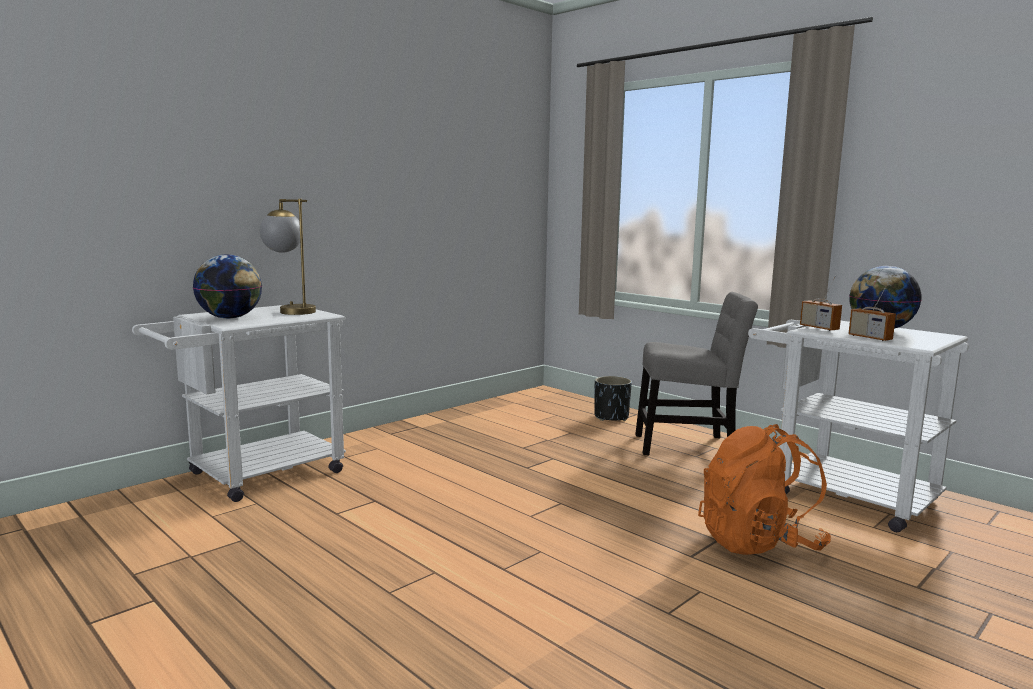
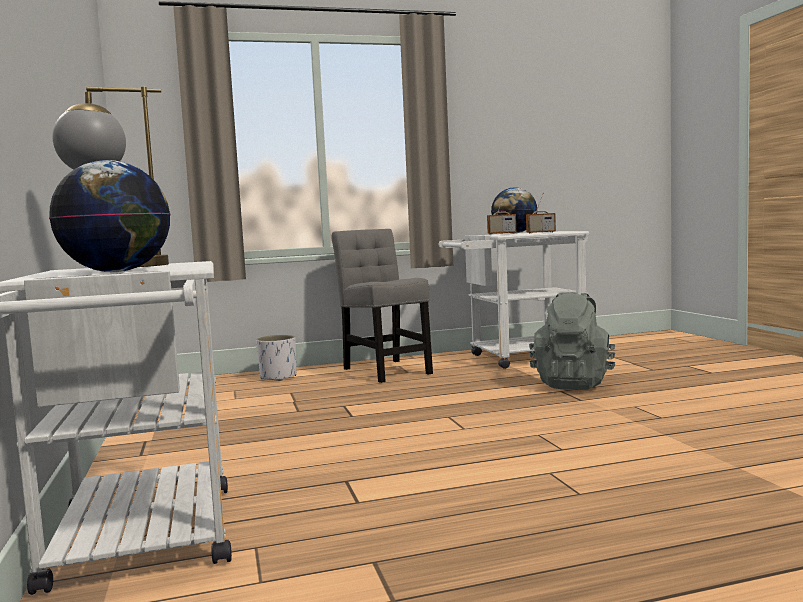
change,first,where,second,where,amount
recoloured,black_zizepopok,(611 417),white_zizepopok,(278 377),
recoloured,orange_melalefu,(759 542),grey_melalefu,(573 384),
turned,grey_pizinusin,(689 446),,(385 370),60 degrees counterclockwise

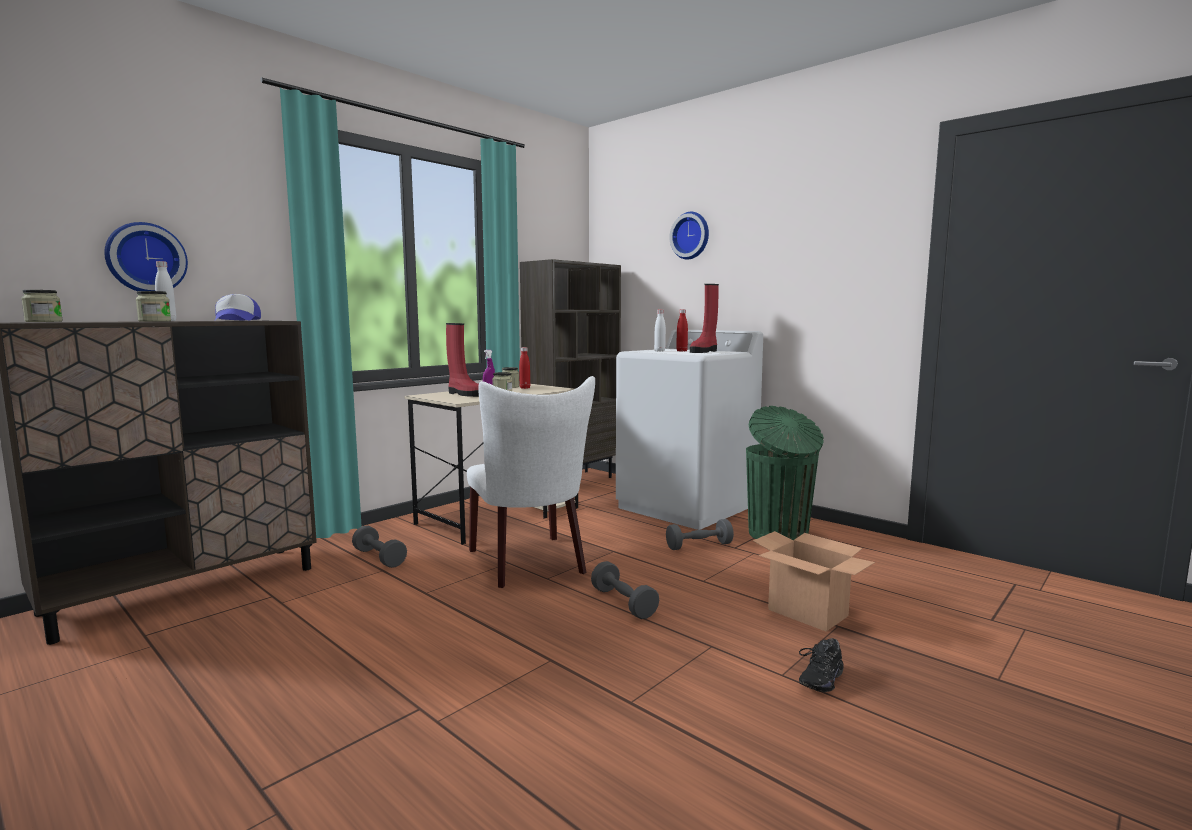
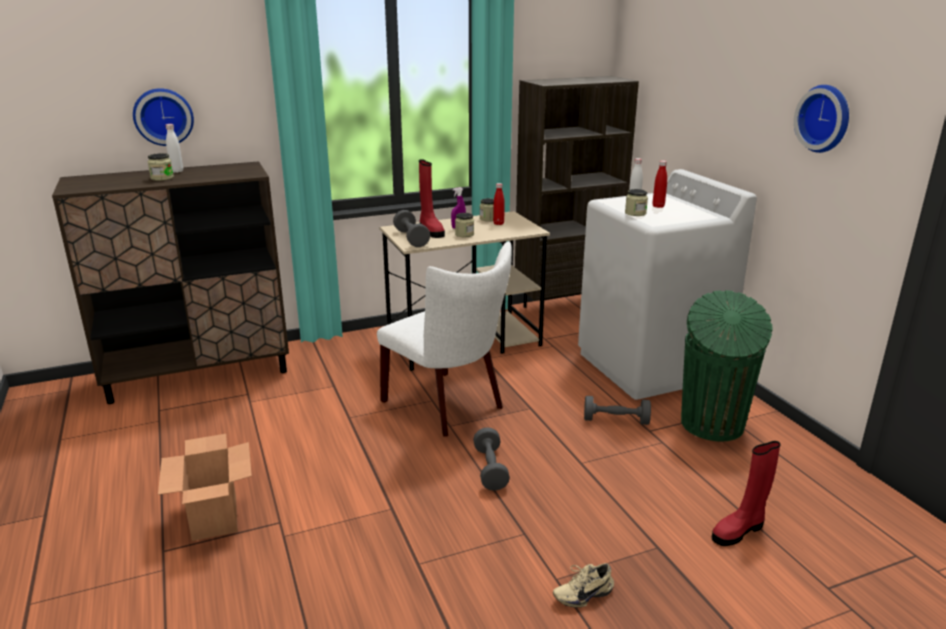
change,first,where,second,where,amount
removed,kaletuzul,(237 320),,,
moved,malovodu,(44 321),,(635 213),
moved,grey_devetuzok,(379 558),,(411 238),
moved,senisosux,(691 236),,(825 118),
moved,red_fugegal,(704 351),,(739 531),
moved,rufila,(808 613),,(215 517),
recoloured,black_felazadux,(818 679),beige_felazadux,(582 593),
turned,white_pizinusin,(530 564),,(448 406),45 degrees counterclockwise

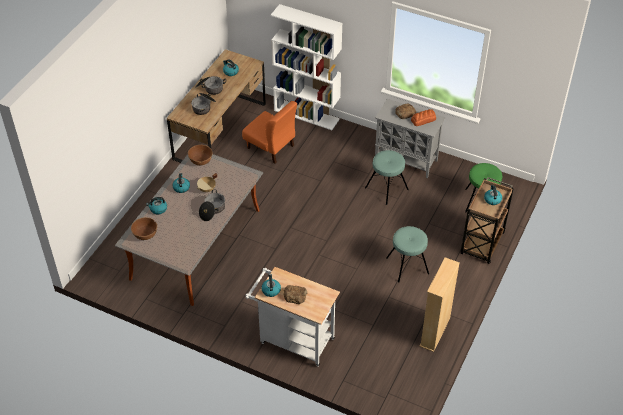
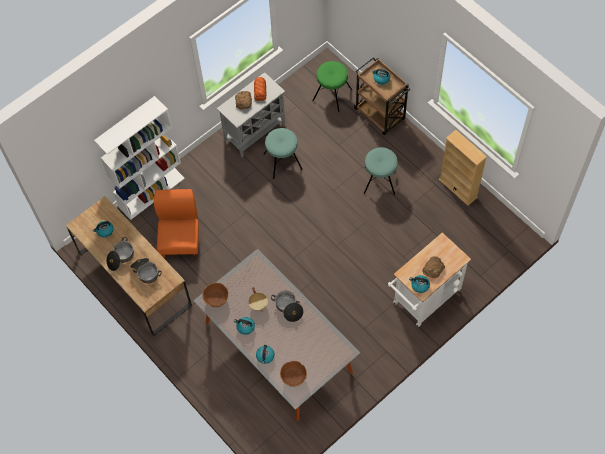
change,first,where,second,where,amount
turned,orange_pizinusin,(271 147),,(181 240),60 degrees counterclockwise

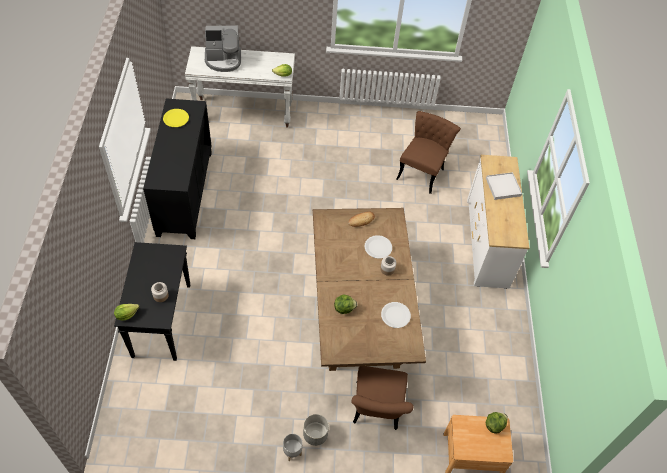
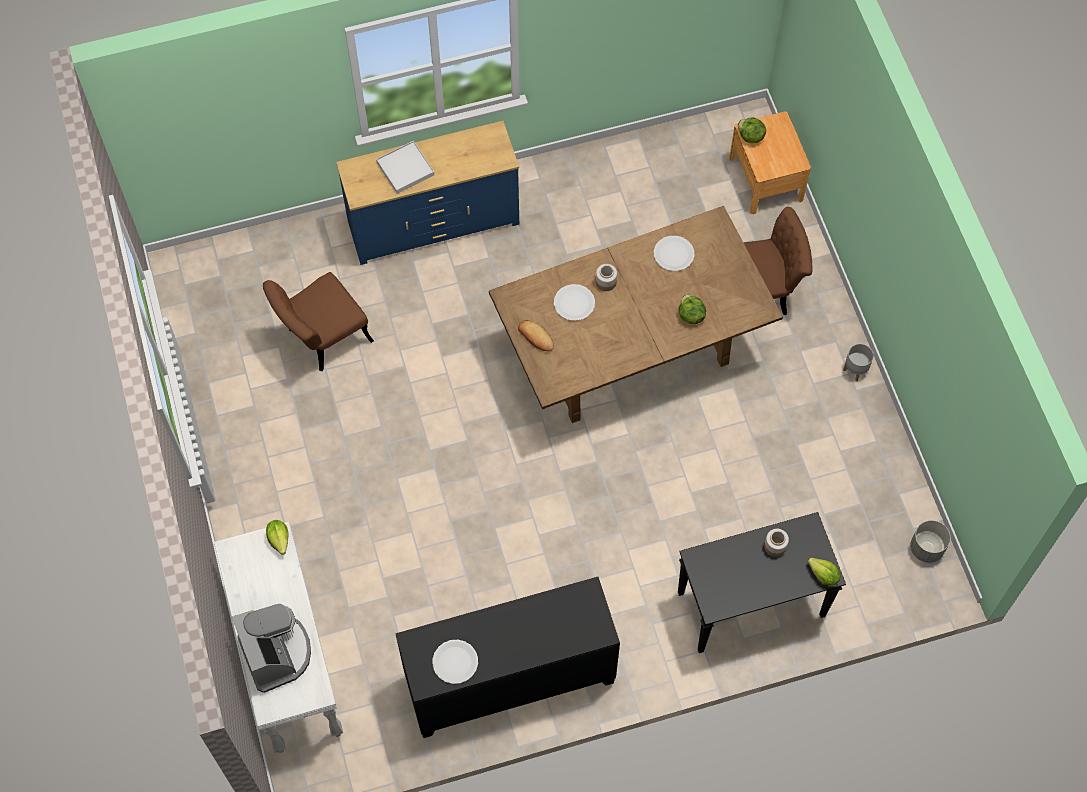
change,first,where,second,where,amount
moved,grey_zizepopok,(315 434),,(926 548),
recoloured,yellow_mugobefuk,(176 118),white_mugobefuk,(455 662),
recoloured,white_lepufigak,(487 242),blue_lepufigak,(433 222),
turned,brown_pizinusin,(422 170),,(322 339),45 degrees counterclockwise

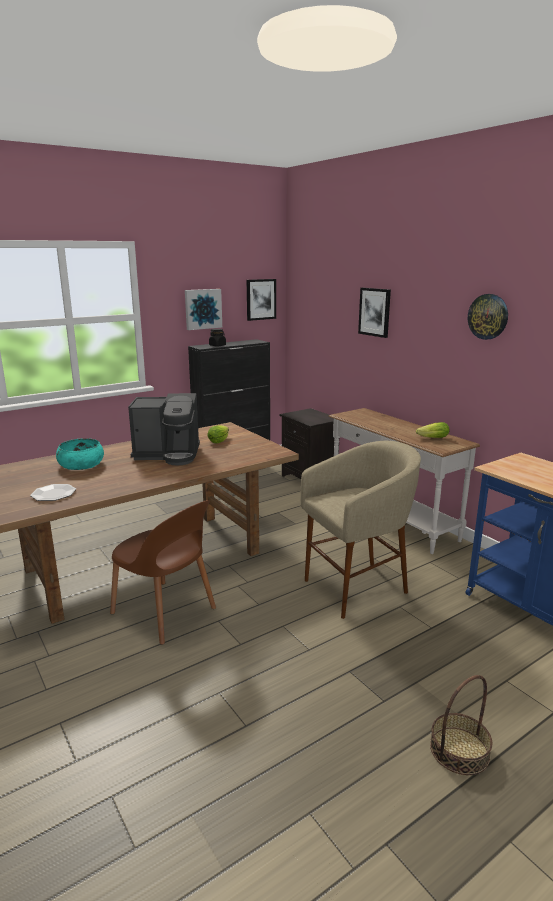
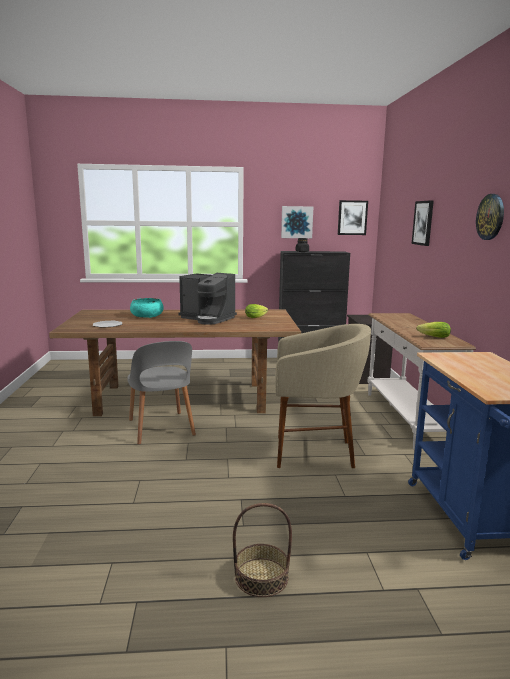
change,first,where,second,where,amount
recoloured,brown_pizinusin,(165 612),grey_pizinusin,(161 428),

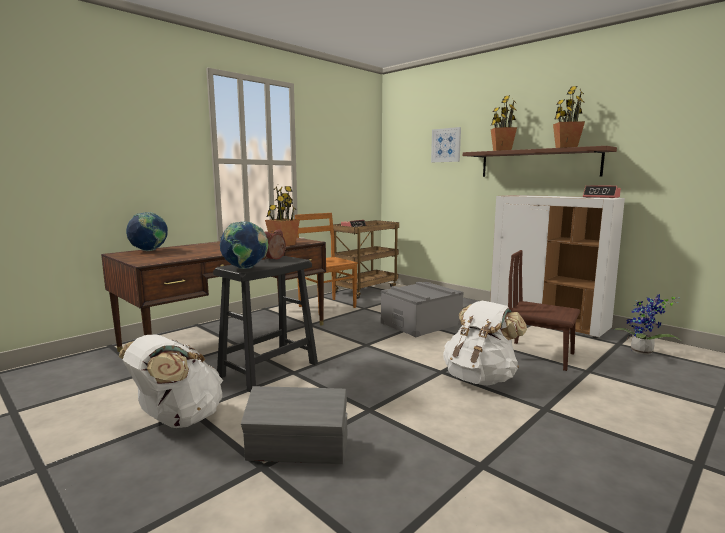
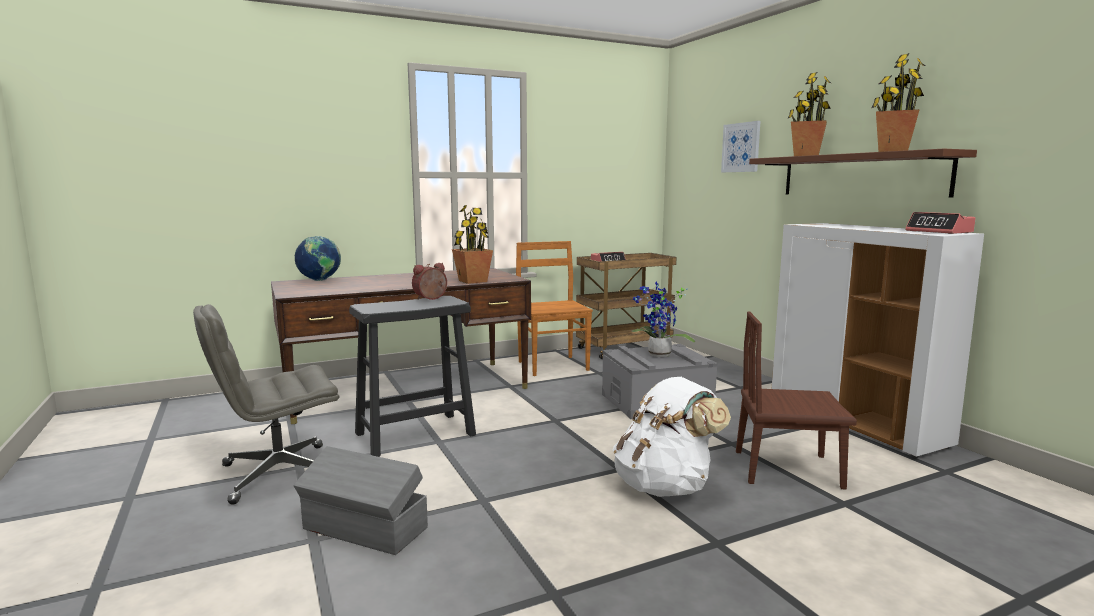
change,first,where,second,where,amount
removed,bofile,(245 268),,,
moved,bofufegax,(642 353),,(658 355),
replaced,white_melalefu,(177 420),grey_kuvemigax,(278 474),
turned,brown_pizinusin,(539 355),,(787 469),45 degrees counterclockwise

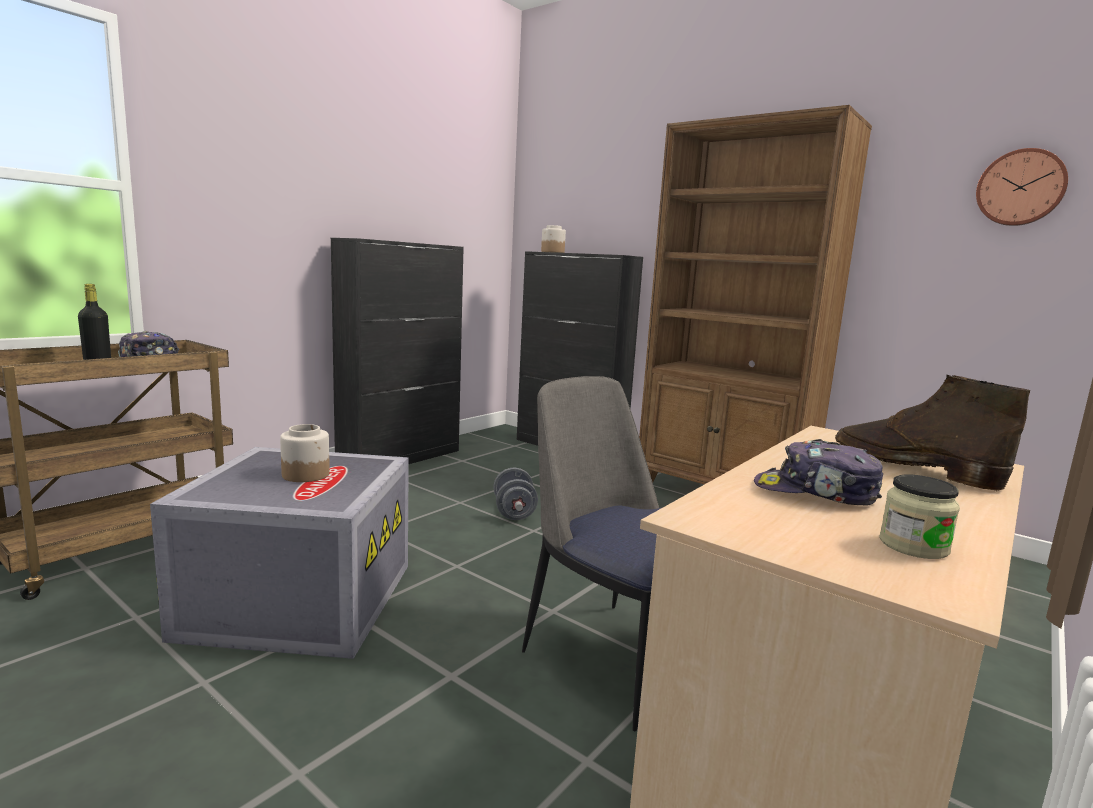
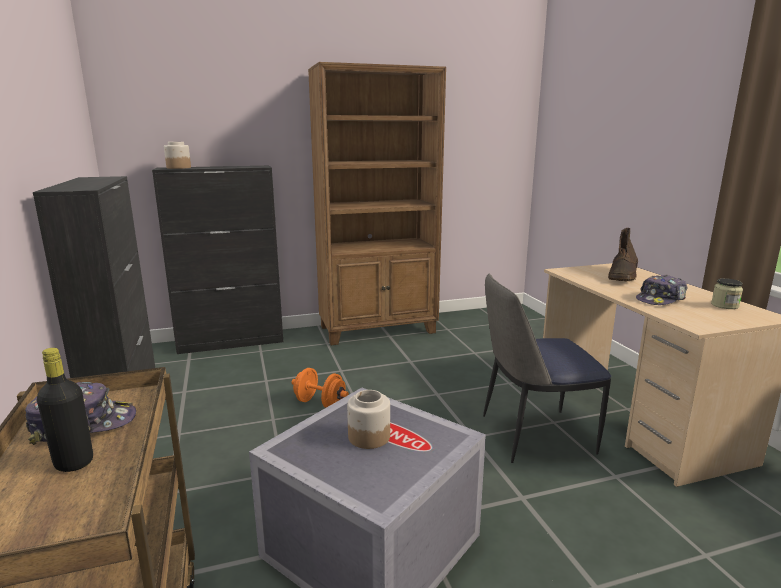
change,first,where,second,where,amount
removed,senisosux,(1020 188),,,
recoloured,grey_devetuzok,(514 512),orange_devetuzok,(320 403),
turned,brown_fugegal,(911 466),,(622 276),60 degrees counterclockwise

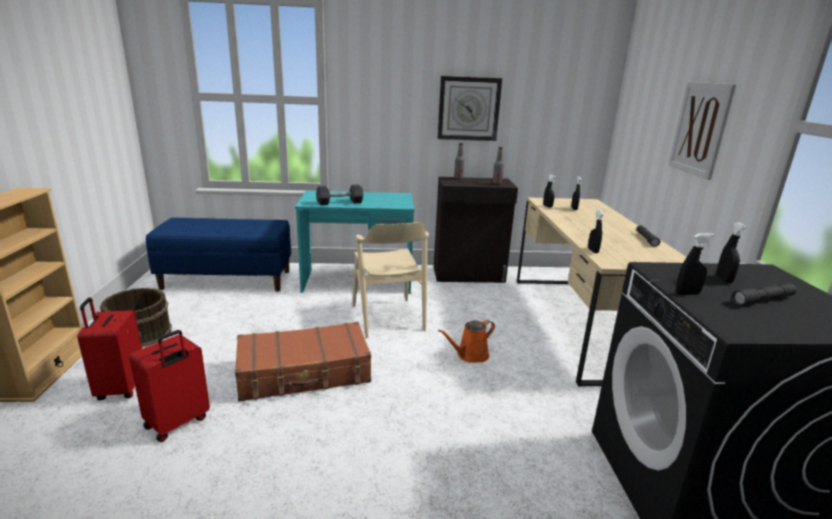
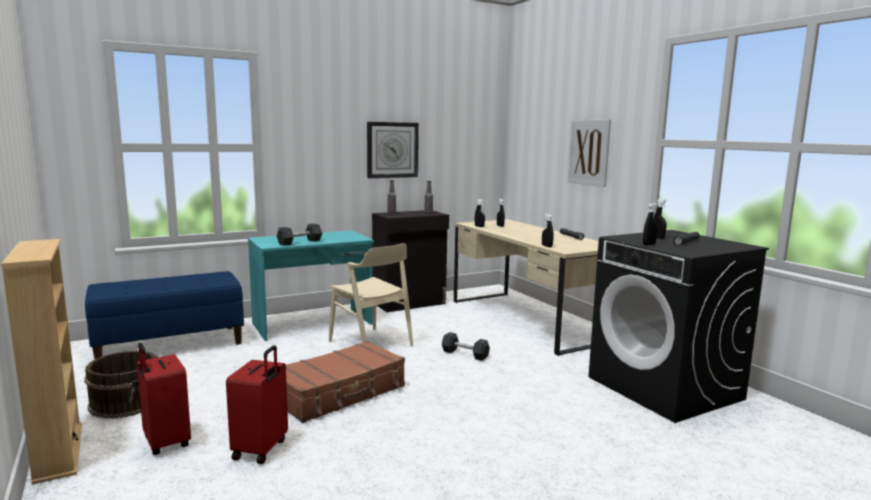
change,first,where,second,where,amount
replaced,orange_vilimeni,(470 355),grey_devetuzok,(465 354),

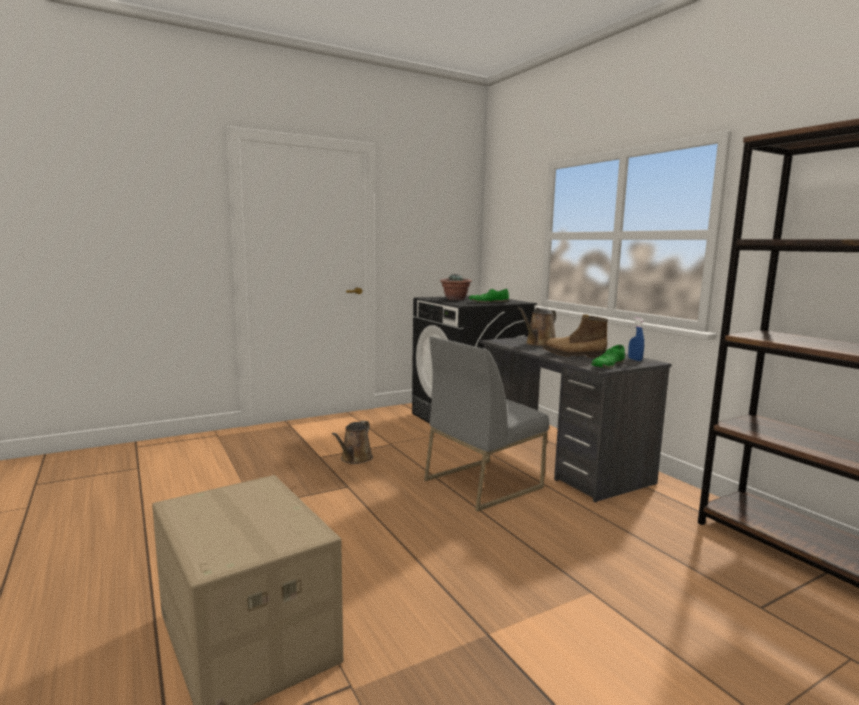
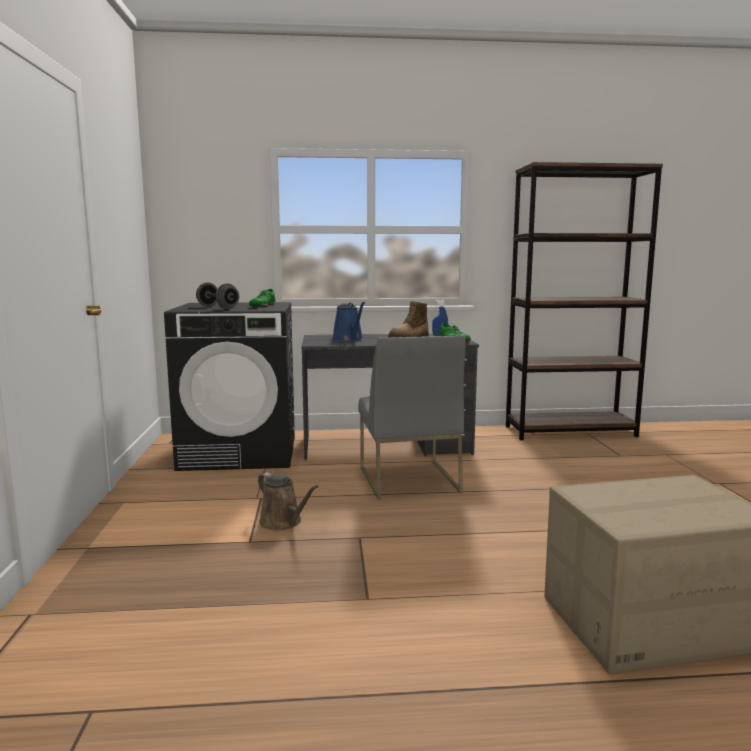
change,first,where,second,where,amount
replaced,bofufegax,(455 299),grey_devetuzok,(217 307),
recoloured,brown_vilimeni,(539 344),blue_vilimeni,(349 339),

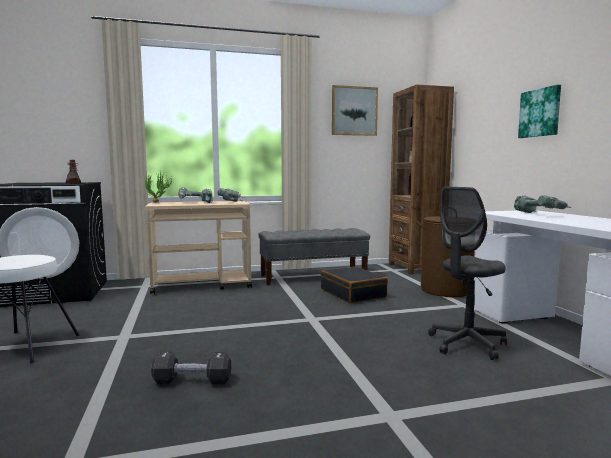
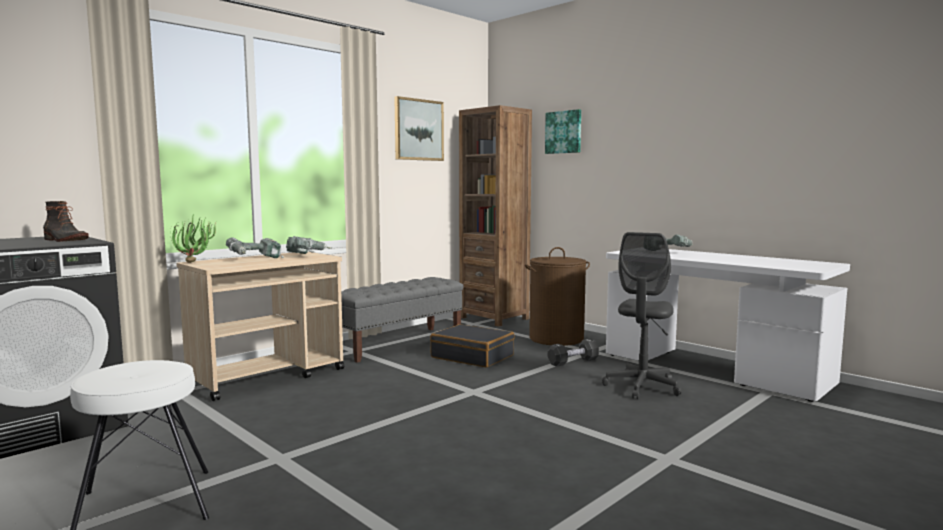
change,first,where,second,where,amount
moved,black_devetuzok,(192 381),,(573 362),
moved,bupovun,(540 113),,(564 132),

